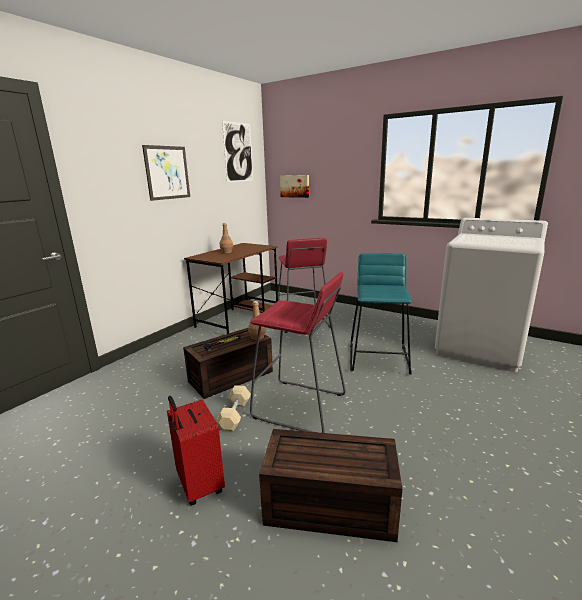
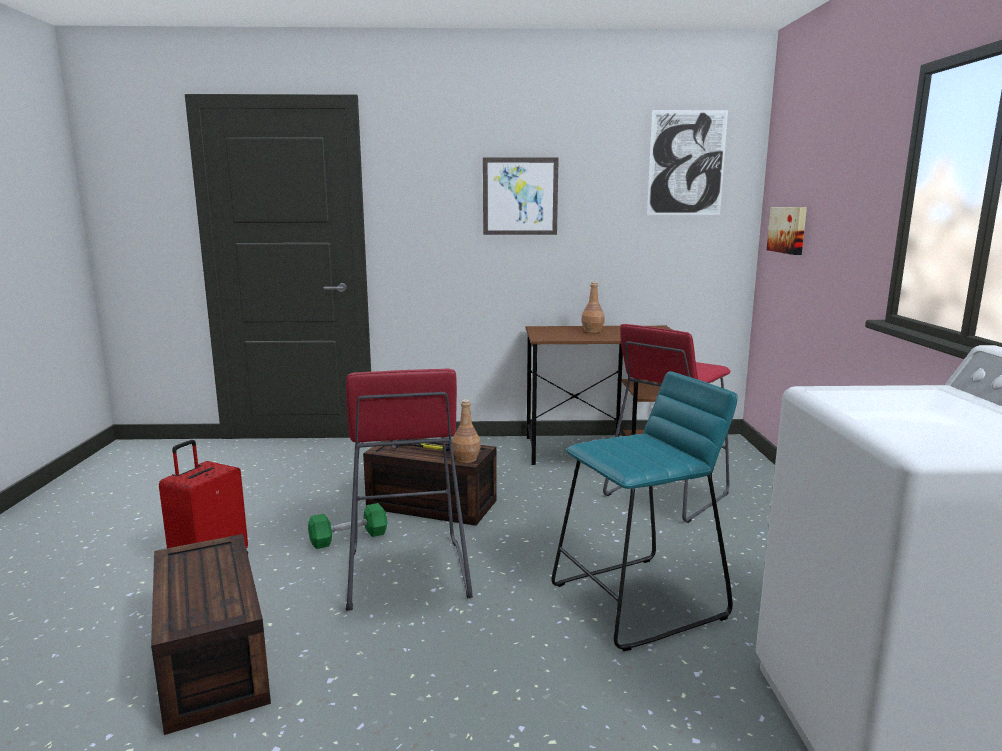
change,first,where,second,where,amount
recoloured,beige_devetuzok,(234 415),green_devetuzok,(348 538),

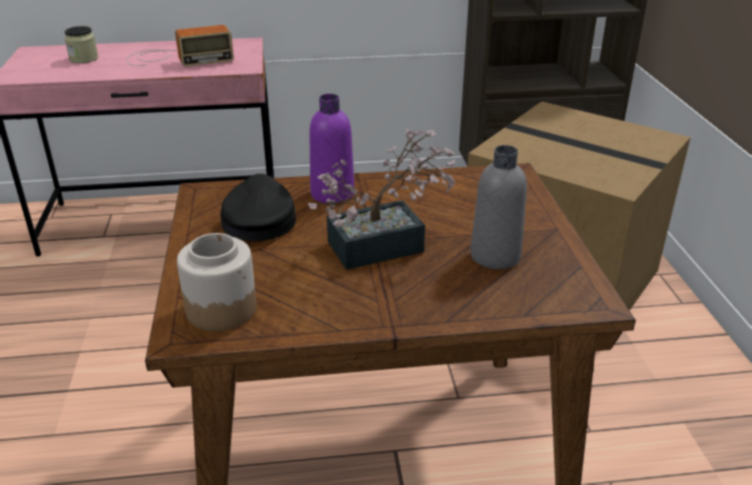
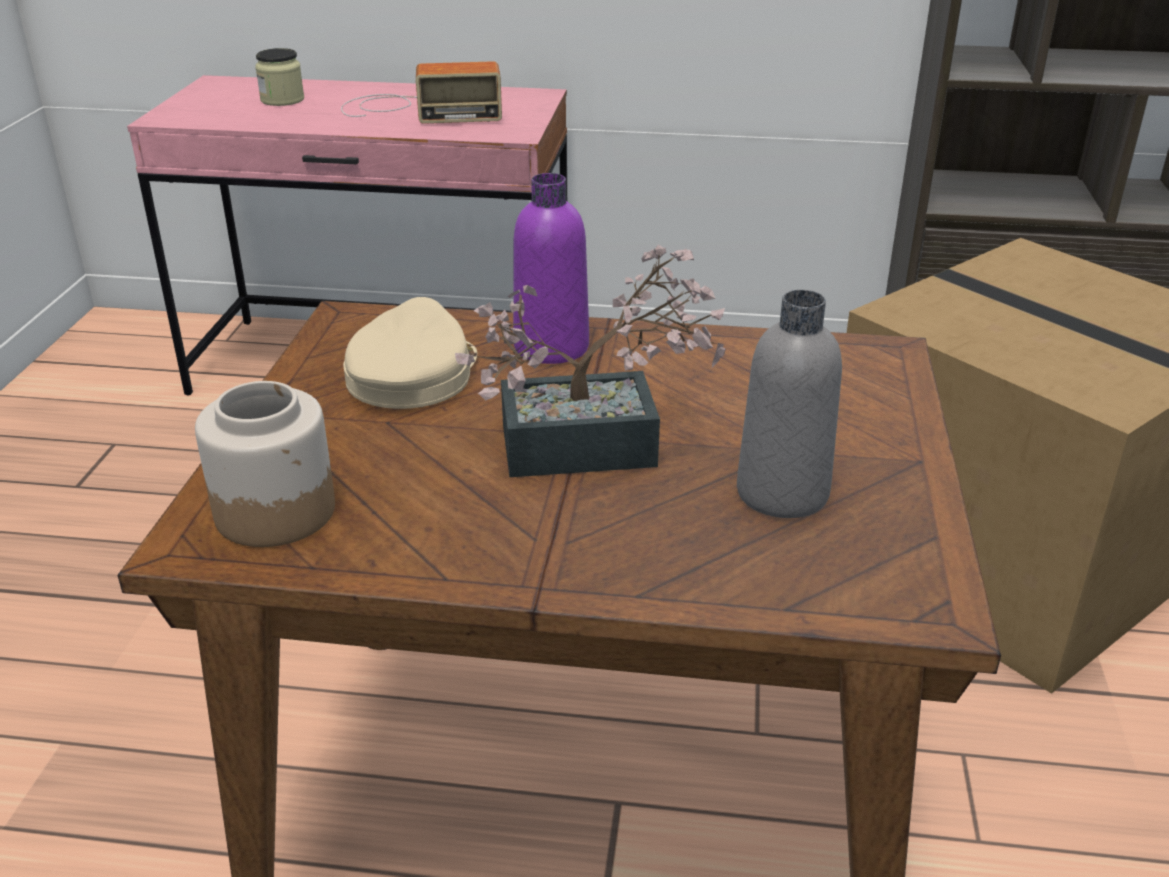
change,first,where,second,where,amount
recoloured,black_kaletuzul,(259 219),beige_kaletuzul,(412 373),

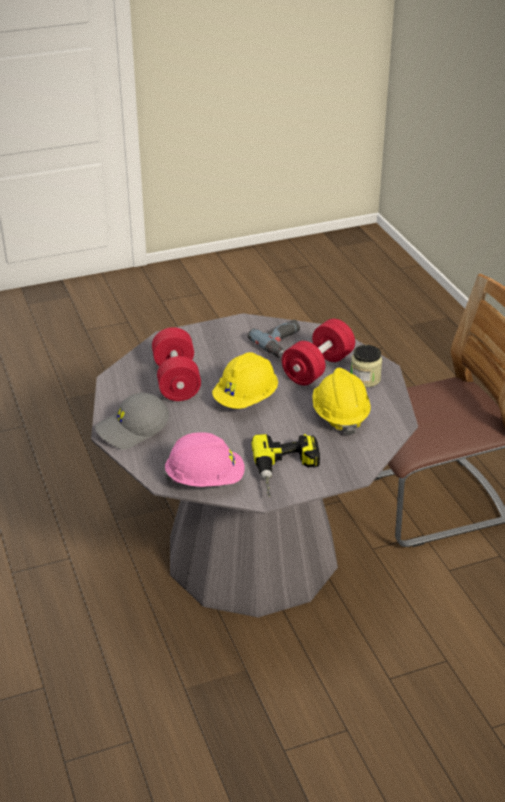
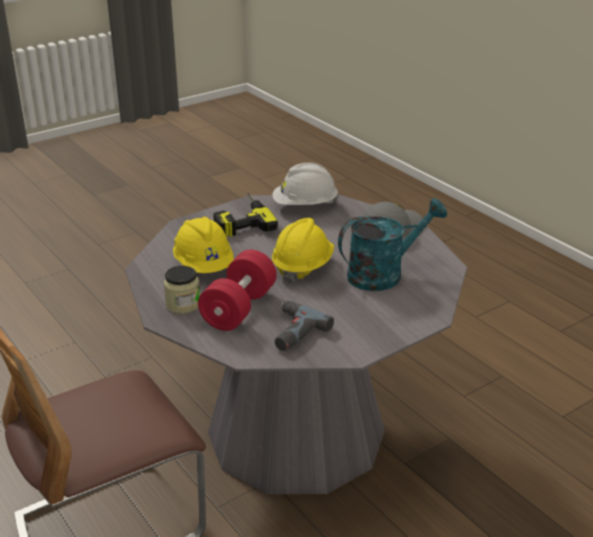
change,first,where,second,where,amount
replaced,red_devetuzok,(176 380),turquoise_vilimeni,(383 274),
recoloured,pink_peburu,(205 479),white_peburu,(305 206),

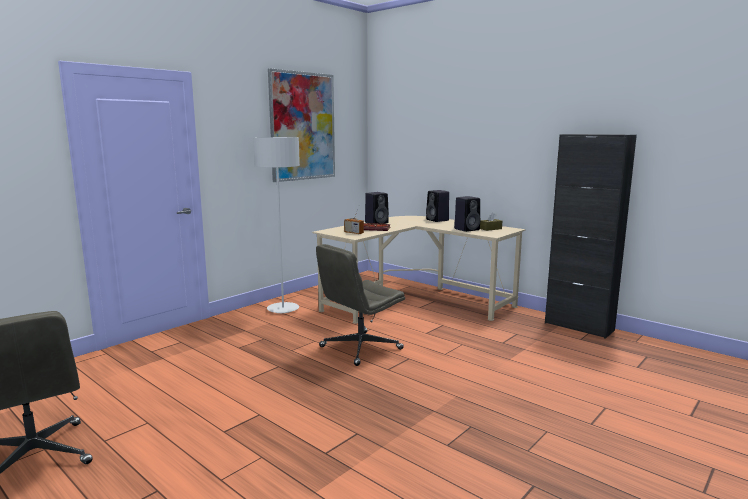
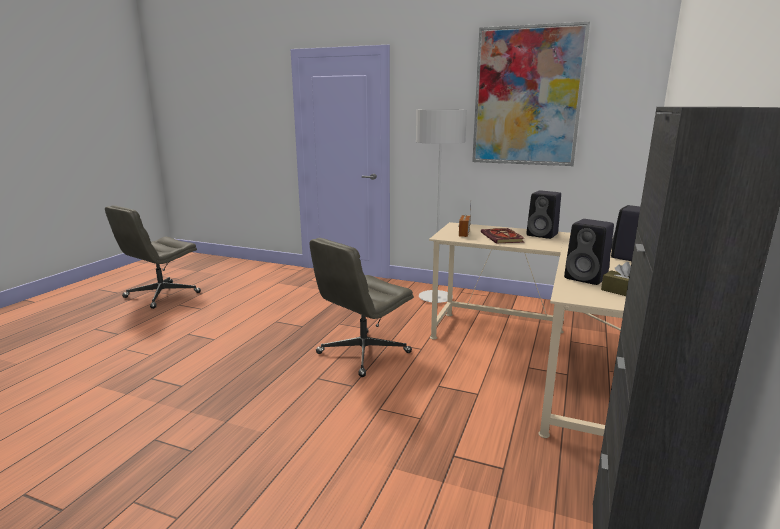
change,first,where,second,where,amount
turned,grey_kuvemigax,(360 348),,(363 353),75 degrees counterclockwise

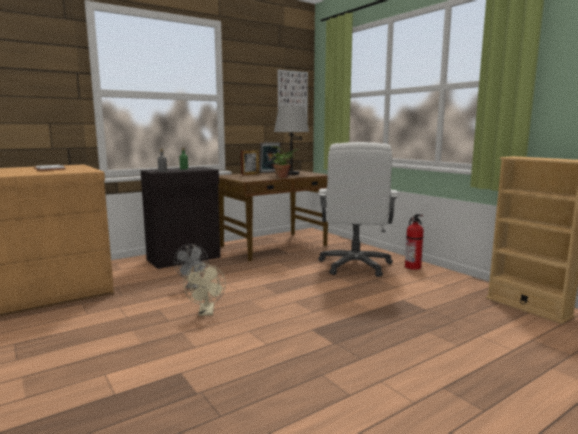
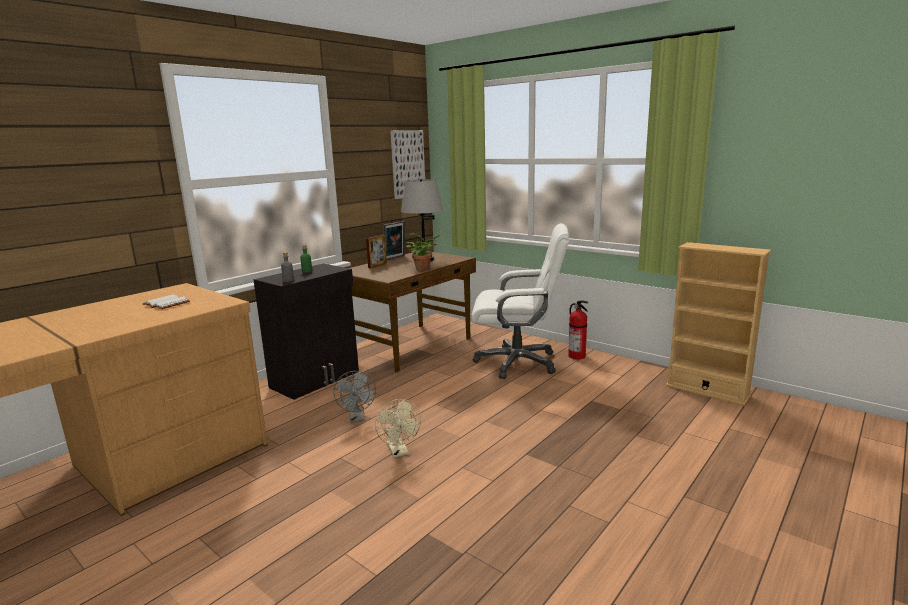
change,first,where,second,where,amount
turned,white_kuvemigax,(355 265),,(518 362),75 degrees counterclockwise

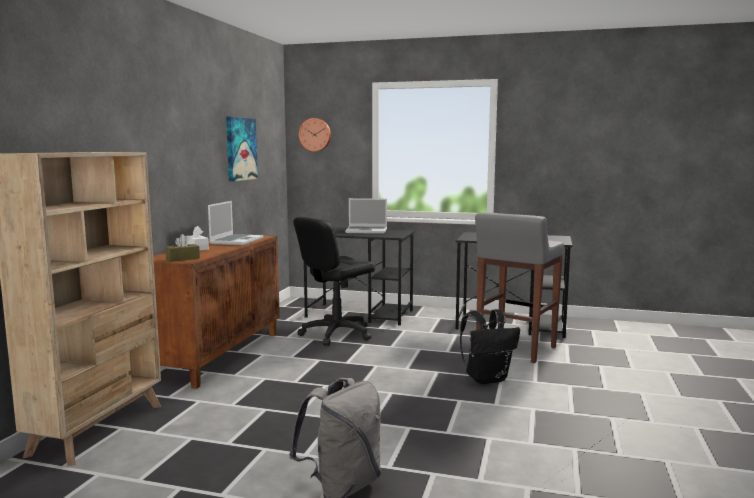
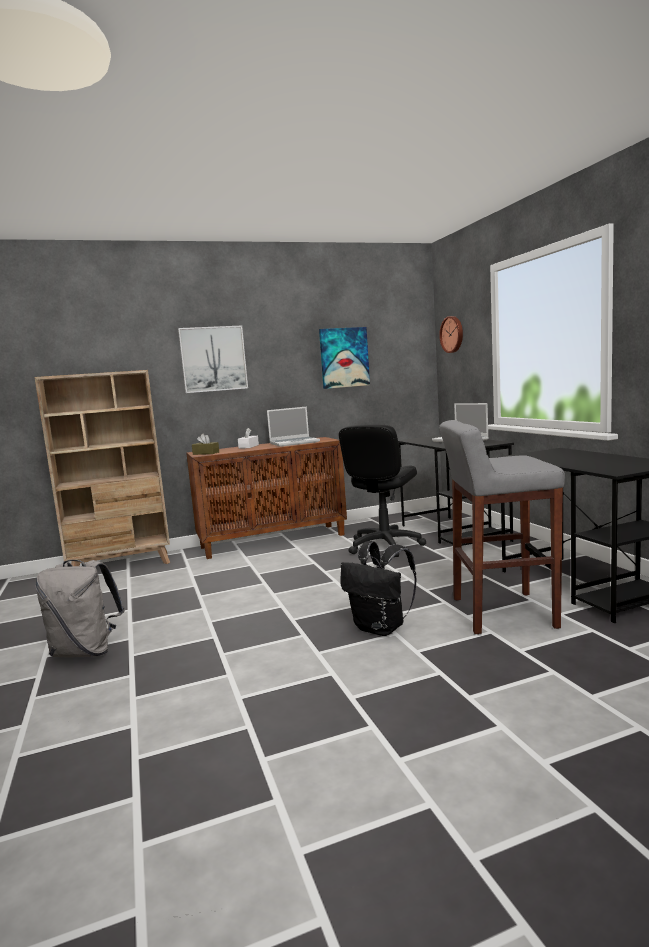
change,first,where,second,where,amount
added,,,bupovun,(213 359),
turned,black_kuvemigax,(336 334),,(384 546),75 degrees counterclockwise

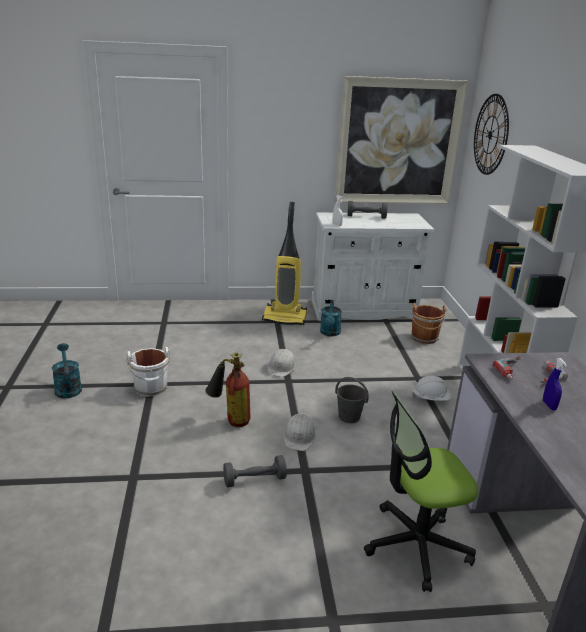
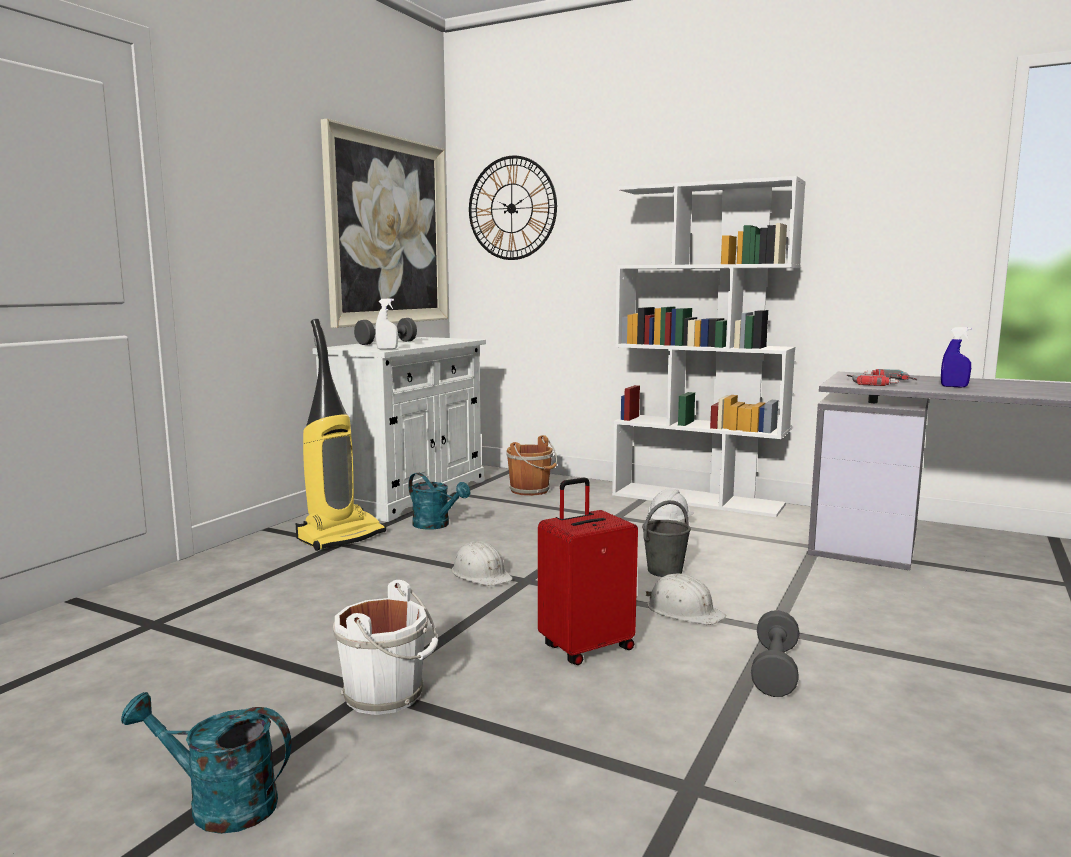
change,first,where,second,where,amount
removed,kuvemigax,(416 545),,,
replaced,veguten,(230 419),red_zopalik,(585 647),

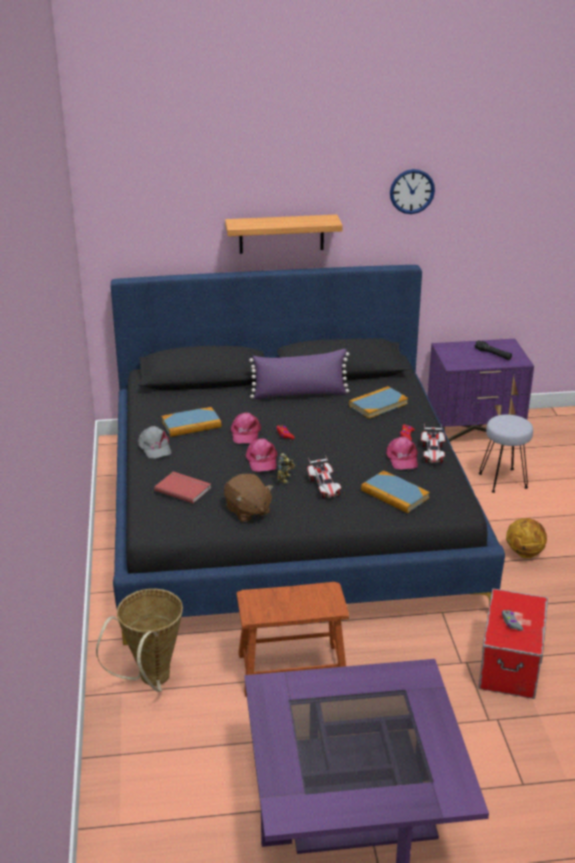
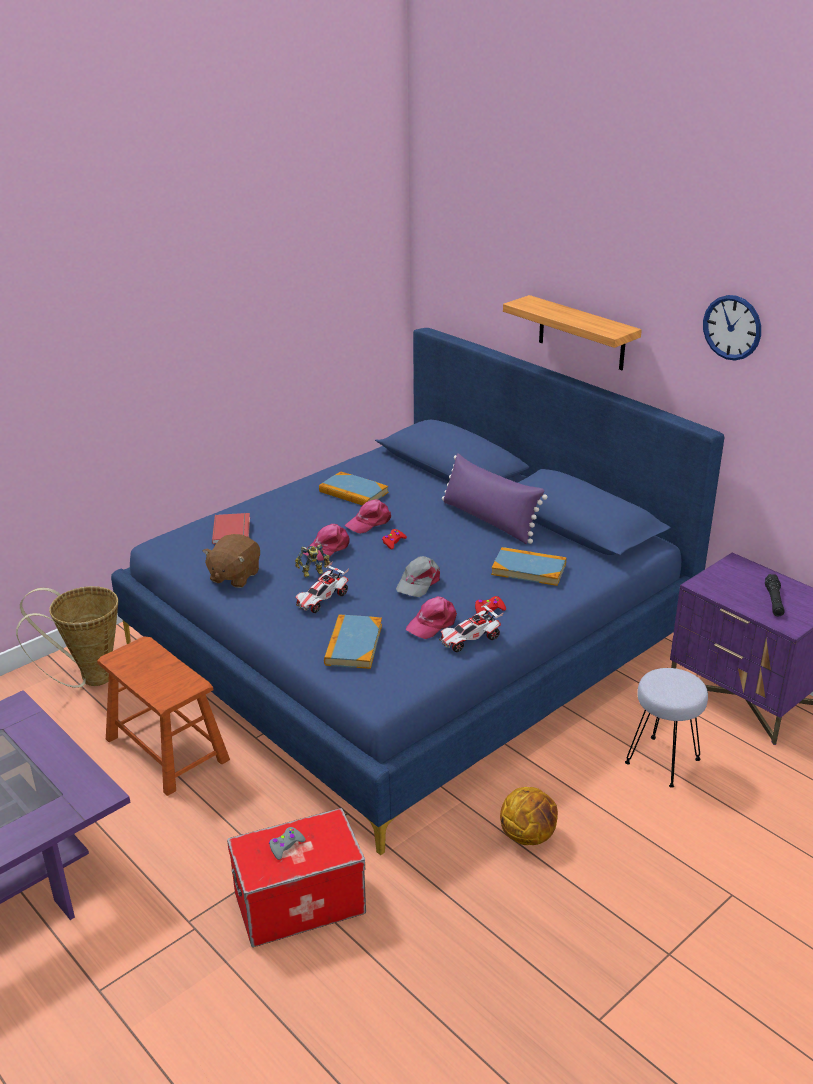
change,first,where,second,where,amount
moved,grey_kaletuzul,(154 447),,(418 582),
recoloured,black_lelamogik,(287 515),blue_lelamogik,(408 642),

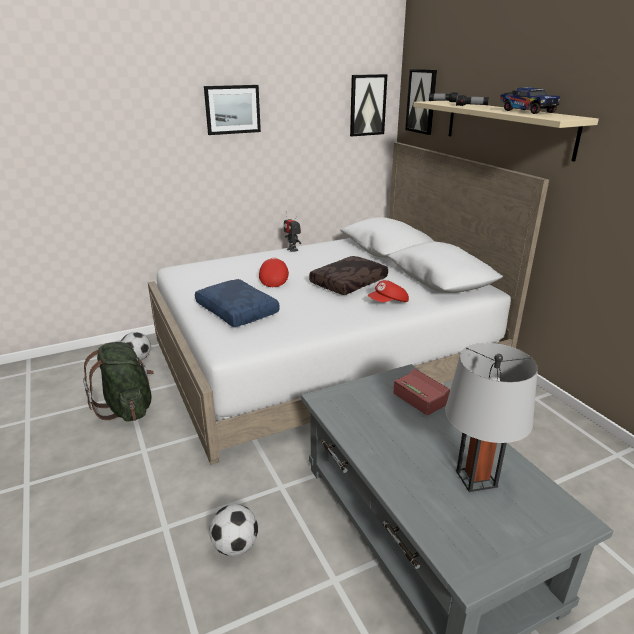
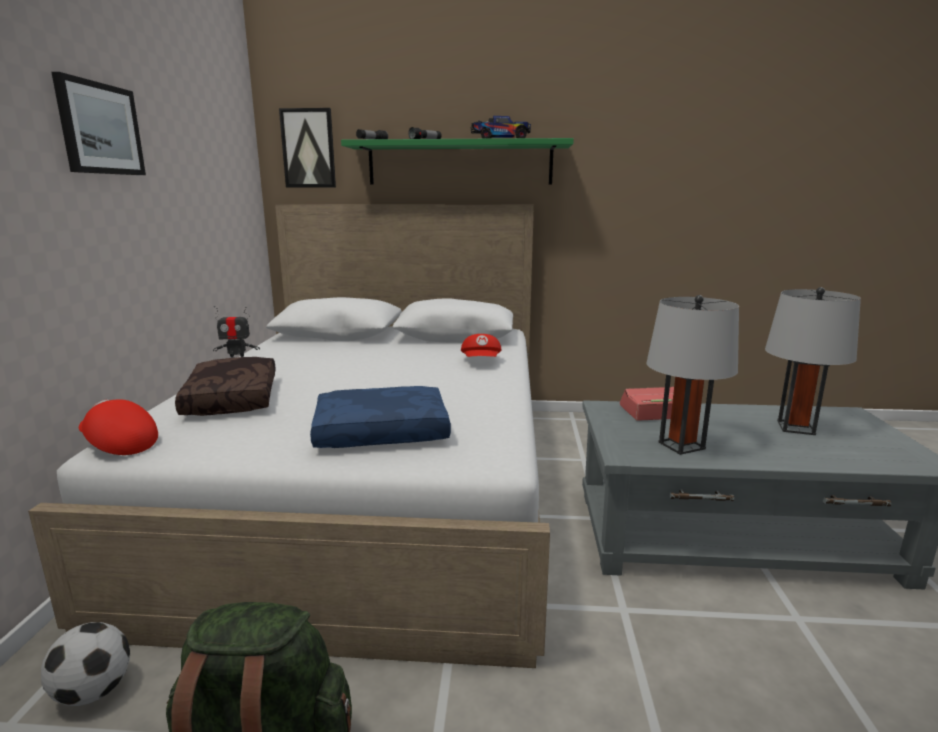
change,first,where,second,where,amount
removed,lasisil,(235 546),,,
removed,bupovun,(367 105),,,
added,,,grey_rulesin,(681 445),
moved,red_kaletuzul,(273 280),,(118 444),
moved,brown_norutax,(349 283),,(234 399),
recoloured,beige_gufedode,(507 127),green_gufedode,(460 163),

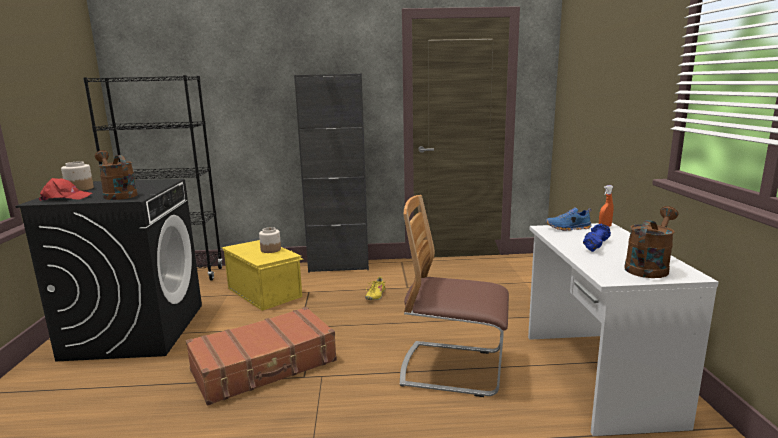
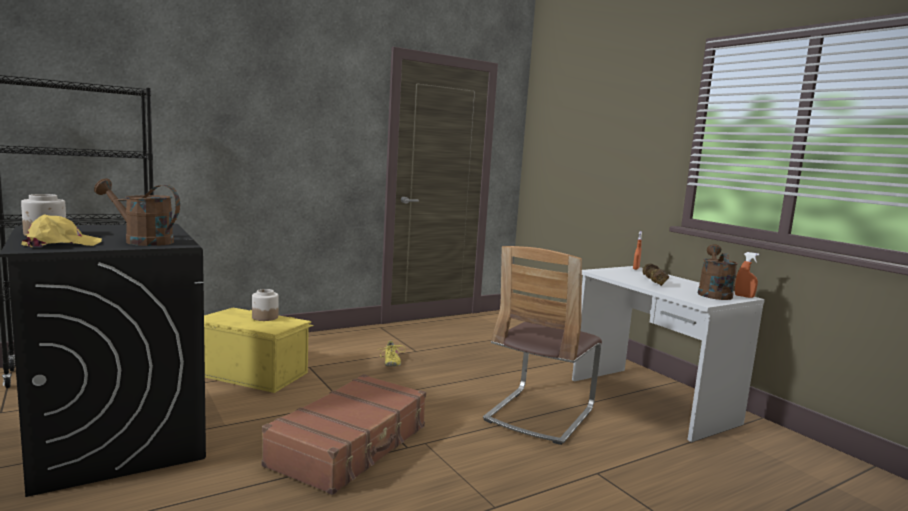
change,first,where,second,where,amount
removed,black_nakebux,(339 266),,,
removed,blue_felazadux,(568 228),,,
added,,,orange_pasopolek,(744 296),
recoloured,red_kaletuzul,(65 198),yellow_kaletuzul,(61 244),
recoloured,blue_devetuzok,(595 245),brown_devetuzok,(653 281),
turned,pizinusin,(453 369),,(539 414),45 degrees counterclockwise

